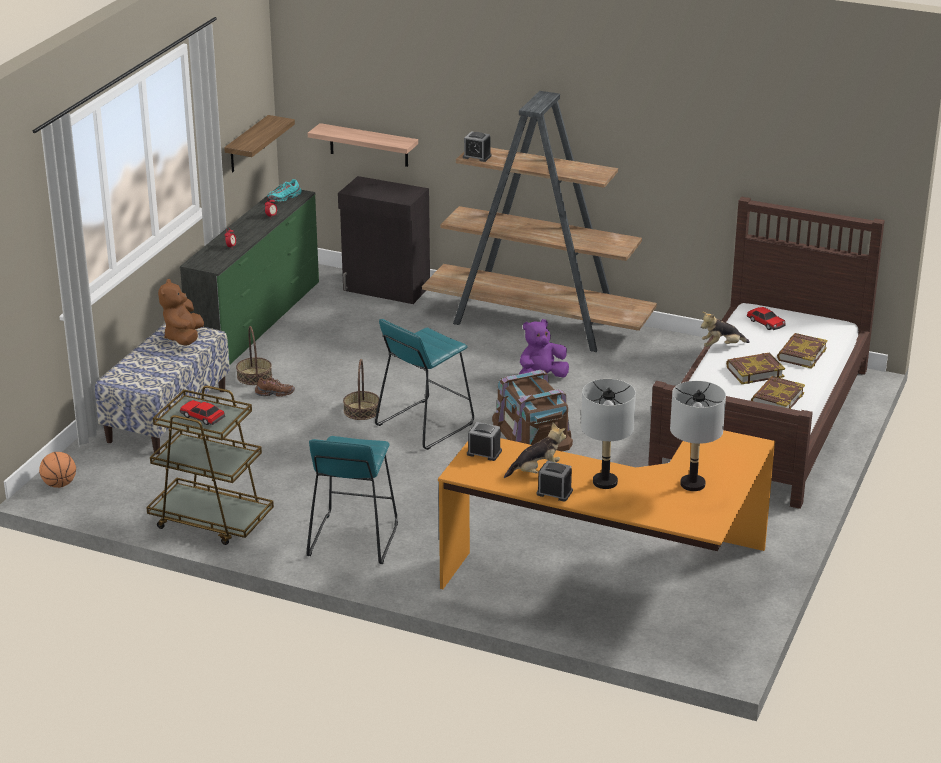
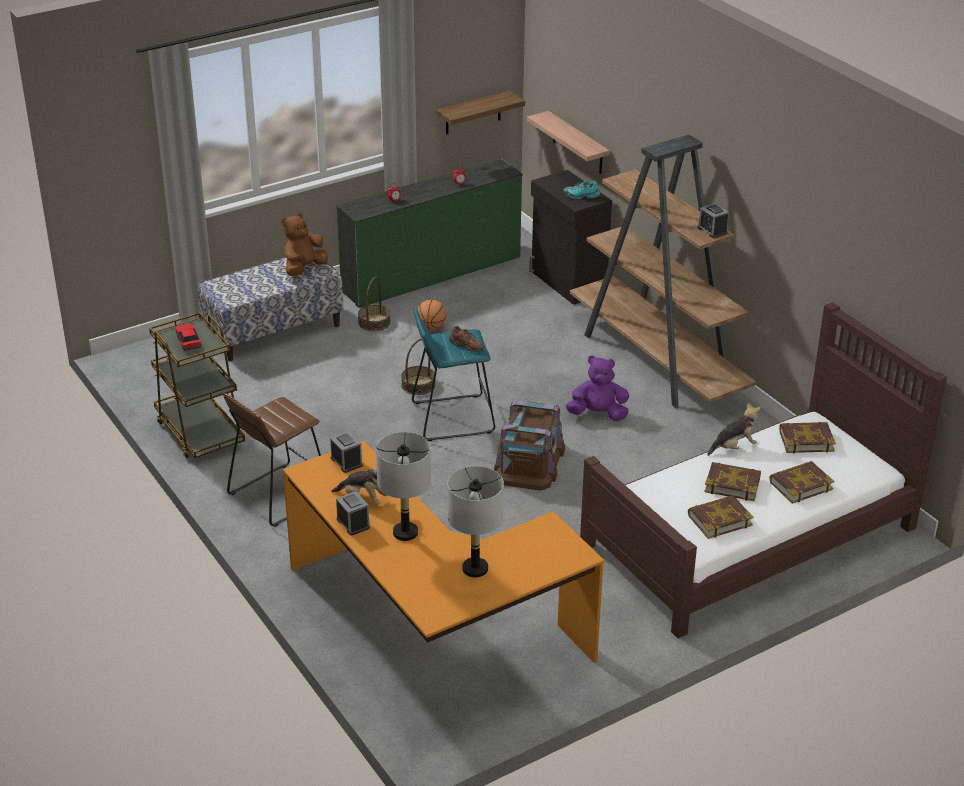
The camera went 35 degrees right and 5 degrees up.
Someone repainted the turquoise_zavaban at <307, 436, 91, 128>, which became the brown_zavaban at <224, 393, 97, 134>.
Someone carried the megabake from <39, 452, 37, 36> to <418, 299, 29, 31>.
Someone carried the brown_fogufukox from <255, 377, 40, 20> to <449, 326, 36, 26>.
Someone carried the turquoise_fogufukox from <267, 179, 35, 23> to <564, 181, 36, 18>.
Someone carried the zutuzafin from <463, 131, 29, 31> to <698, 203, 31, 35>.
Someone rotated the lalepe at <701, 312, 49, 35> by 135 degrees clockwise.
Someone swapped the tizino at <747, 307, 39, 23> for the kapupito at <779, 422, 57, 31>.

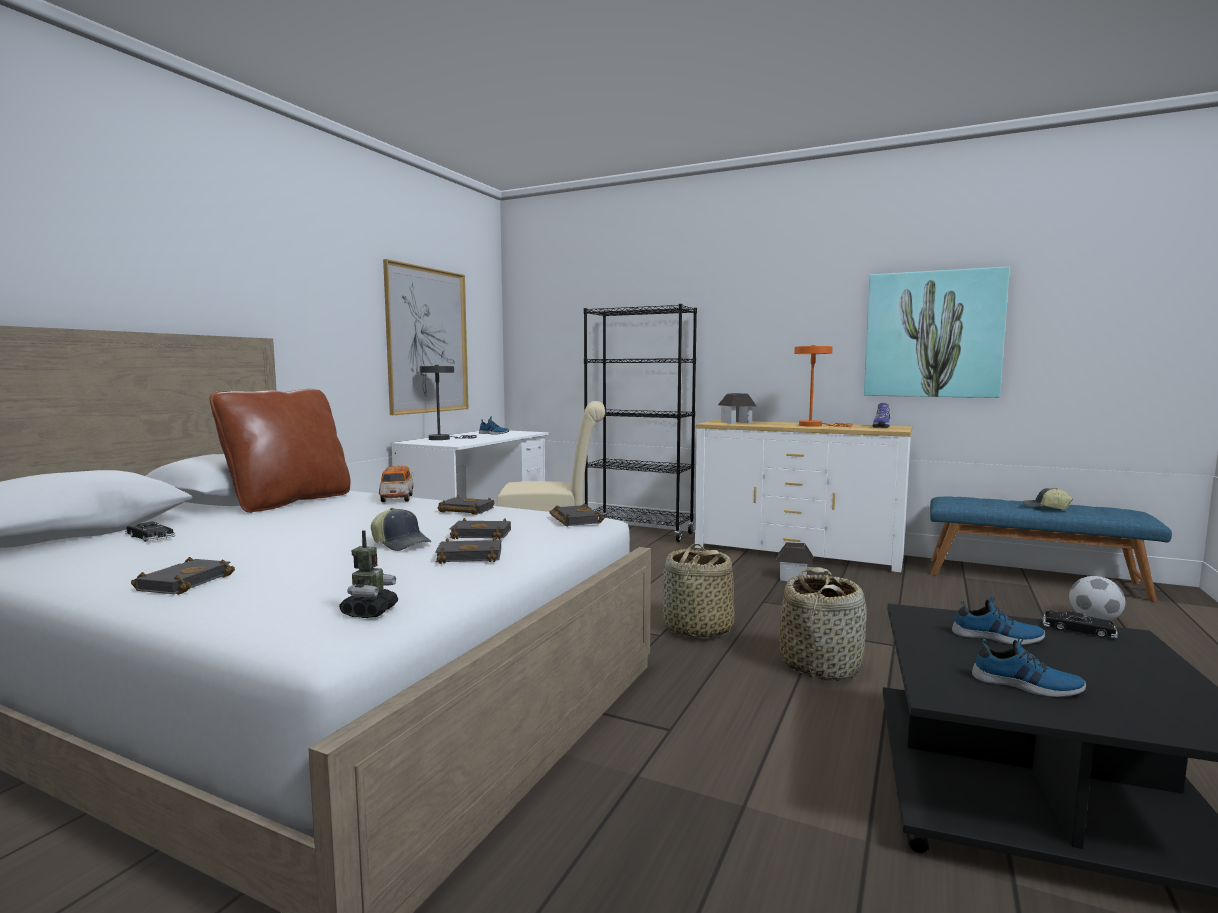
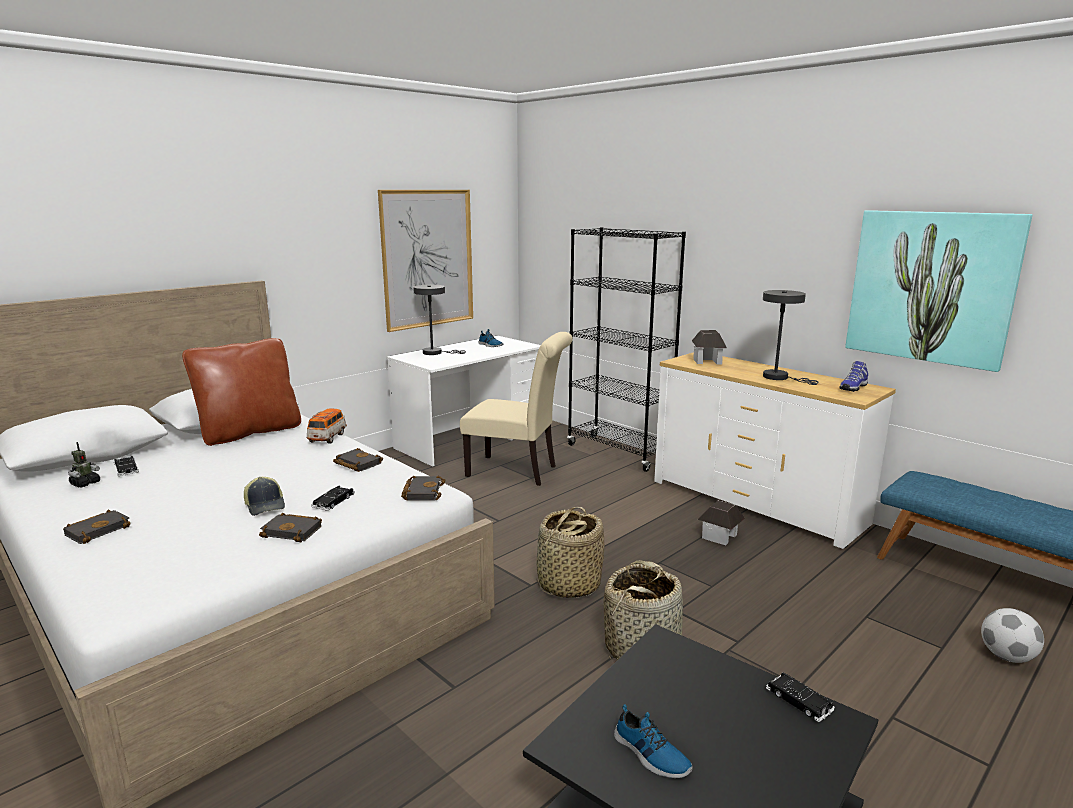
The camera went 20 degrees right and 10 degrees up.
Someone carried the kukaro from <339, 530, 59, 88> to <68, 442, 32, 46>.
Someone swapped the black_kapupito at <450, 518, 61, 22> for the black_tizino at <312, 486, 43, 25>.
Someone repainted the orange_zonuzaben at <794, 345, 59, 82>, which became the grey_zonuzaben at <763, 290, 55, 95>.
Someone took away the fogufukox at <952, 596, 93, 49>.
Someone took away the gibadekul at <1023, 488, 50, 22>.

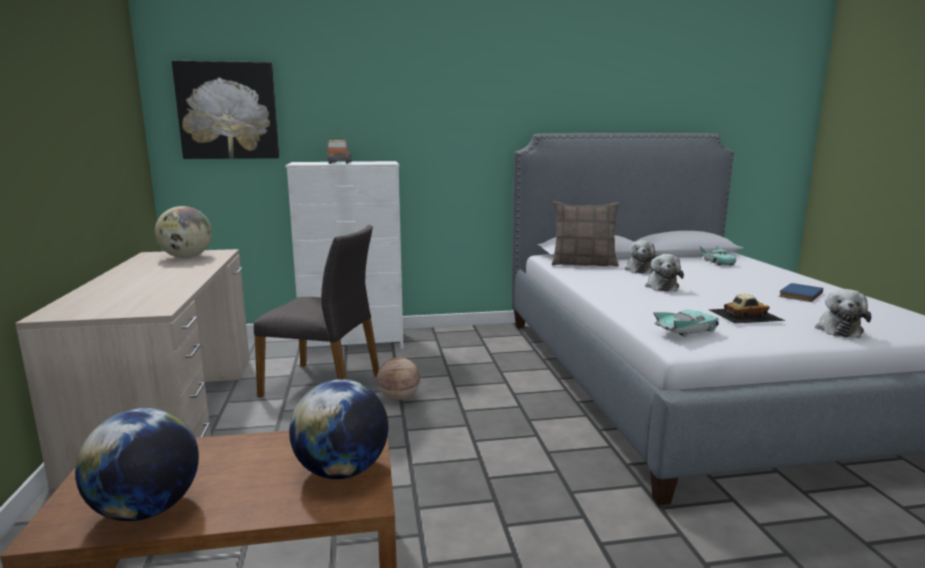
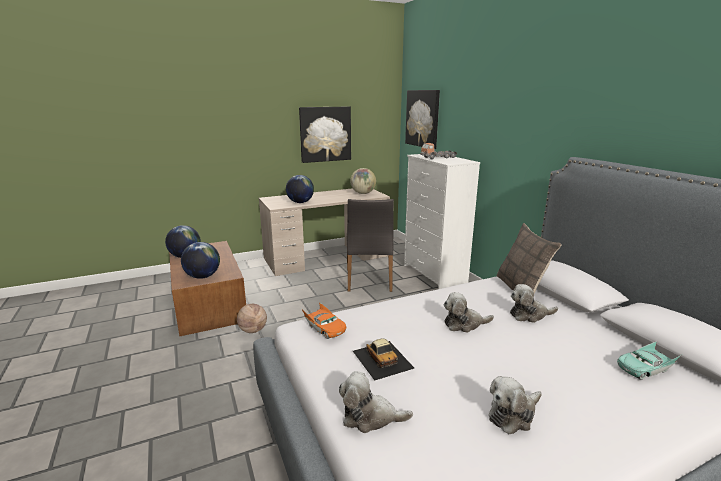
The camera went 75 degrees right and 5 degrees up.
Someone carried the megabake from <377, 357, 43, 44> to <237, 304, 30, 29>.
Someone put down the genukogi at <286, 175, 28, 28>.
Someone put up the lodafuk at <299, 107, 52, 56>.
Someone repainted the turquoise_tizino at <653, 309, 66, 28>, which became the orange_tizino at <302, 302, 44, 37>.
Someone swapped the blue_kapupito at <779, 283, 44, 19> for the lalepe at <489, 376, 53, 58>.

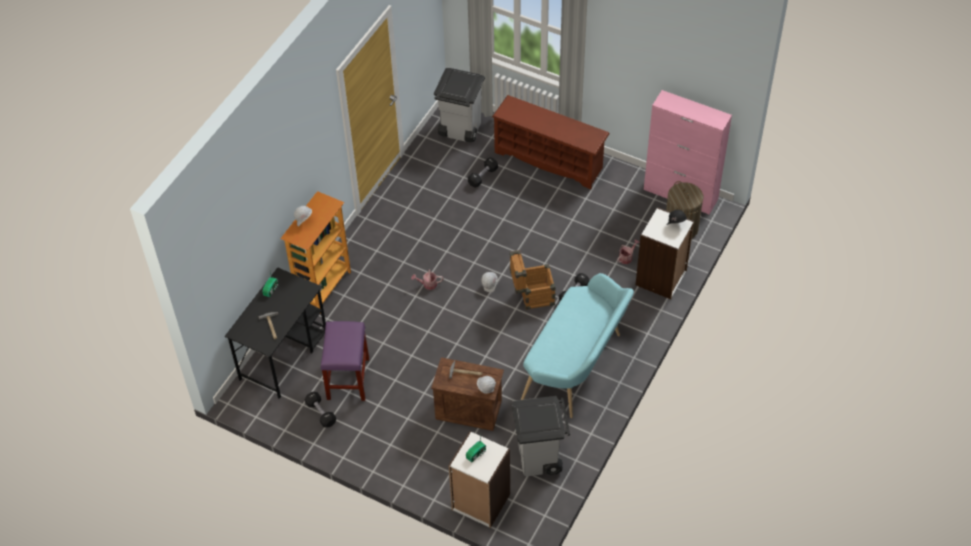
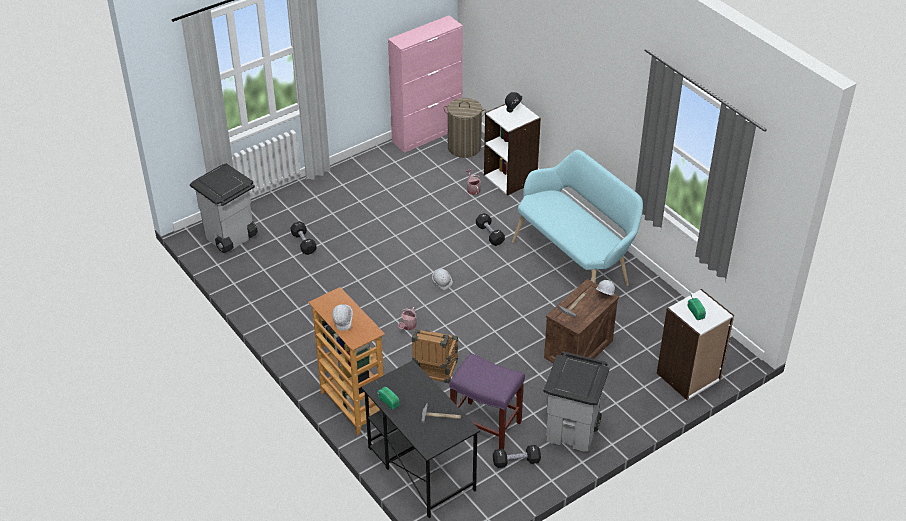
The camera went 65 degrees left and 10 degrees down.
Someone carried the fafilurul from <510, 250, 46, 60> to <412, 329, 46, 54>.
Someone carried the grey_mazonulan from <512, 396, 58, 81> to <543, 351, 67, 101>.
Someone took away the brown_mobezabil at <492, 95, 118, 94>.

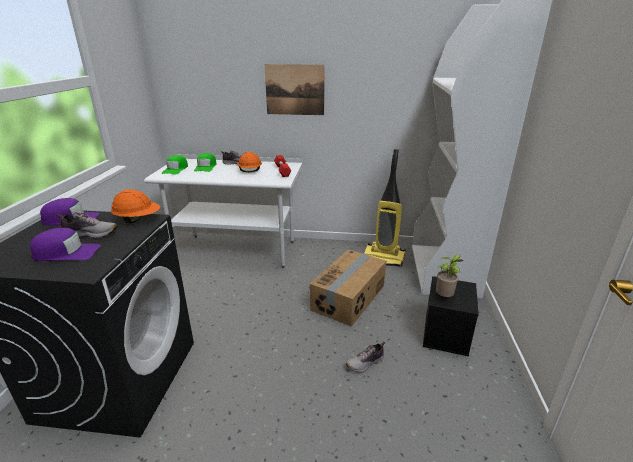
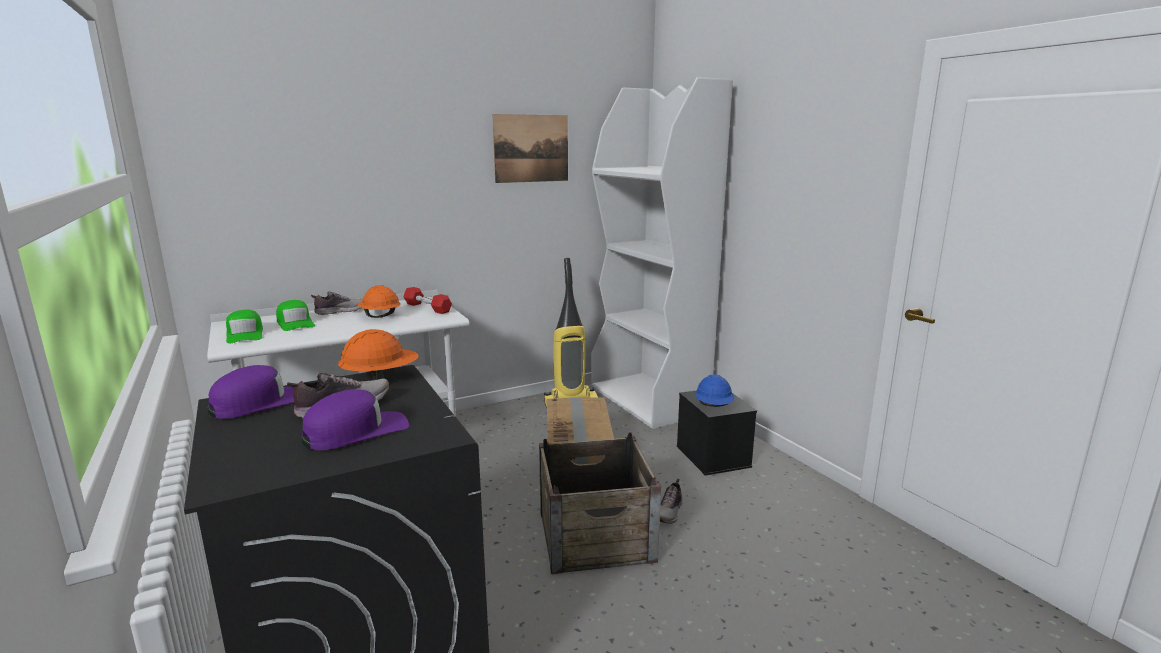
The camera went 35 degrees left and 10 degrees down.
Someone carried the lodafuk from <265, 64, 60, 51> to <492, 114, 76, 69>.
Someone put down the fafilurul at <539, 432, 122, 142>.
Someone swapped the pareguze at <436, 255, 28, 42> for the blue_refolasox at <695, 375, 39, 32>.

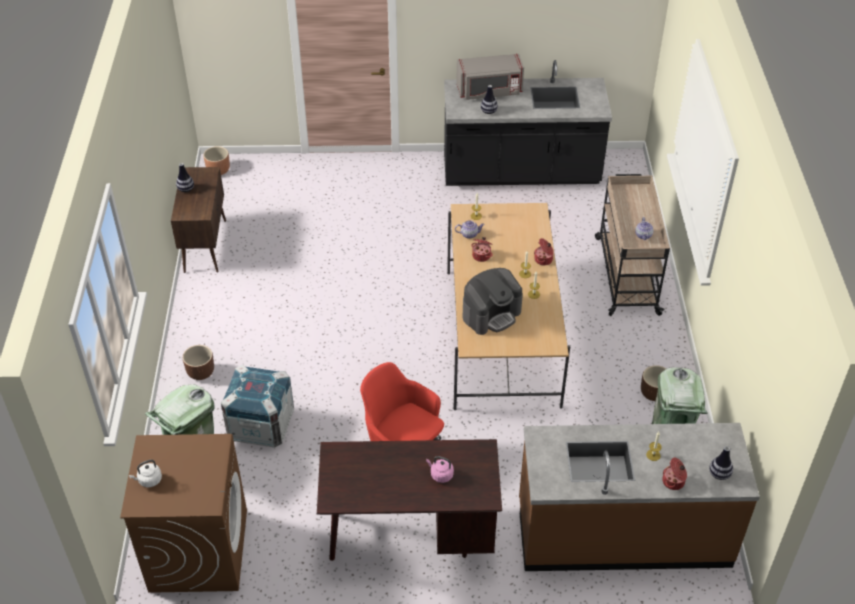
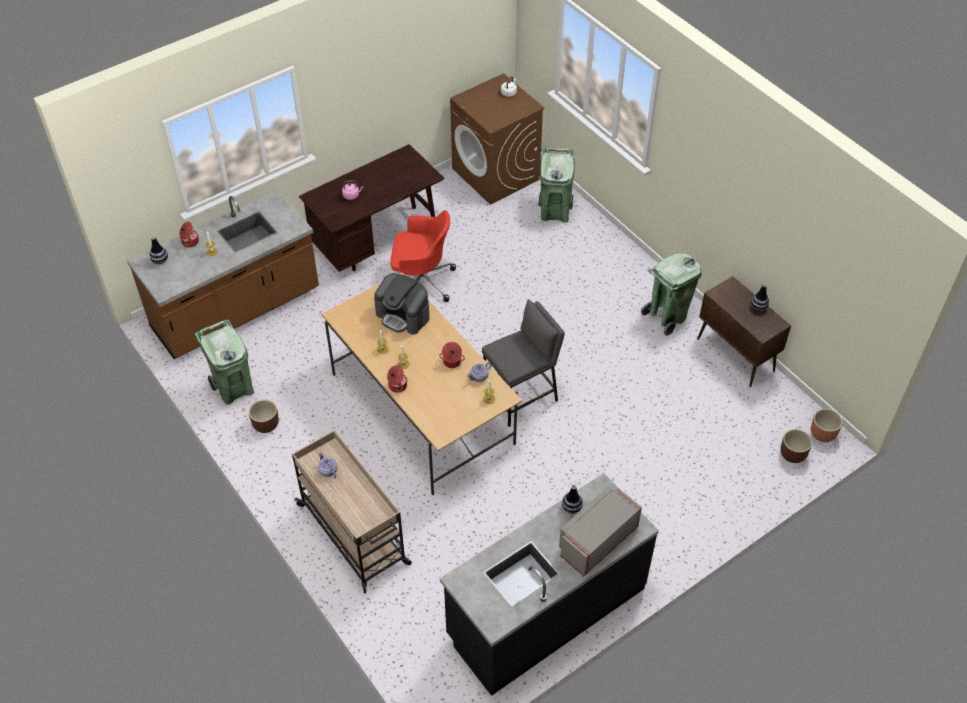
The camera went 145 degrees right and 5 degrees up.
Someone rotated the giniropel at <463, 268, 60, 67> by 75 degrees counterclockwise.
Someone put down the grey_zavaban at <482, 299, 83, 128>.
Someone put down the green_mazonulan at <641, 253, 61, 83>.
Someone carried the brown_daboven from <183, 345, 31, 35> to <780, 429, 32, 34>.
Someone took away the fafilurul at <221, 365, 73, 83>.

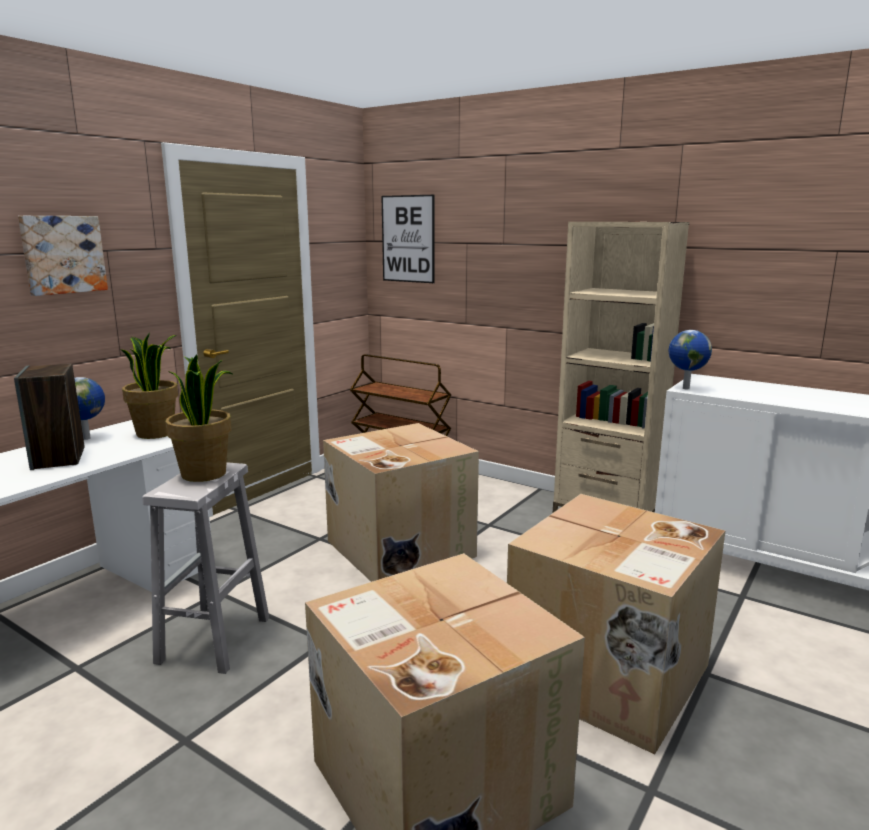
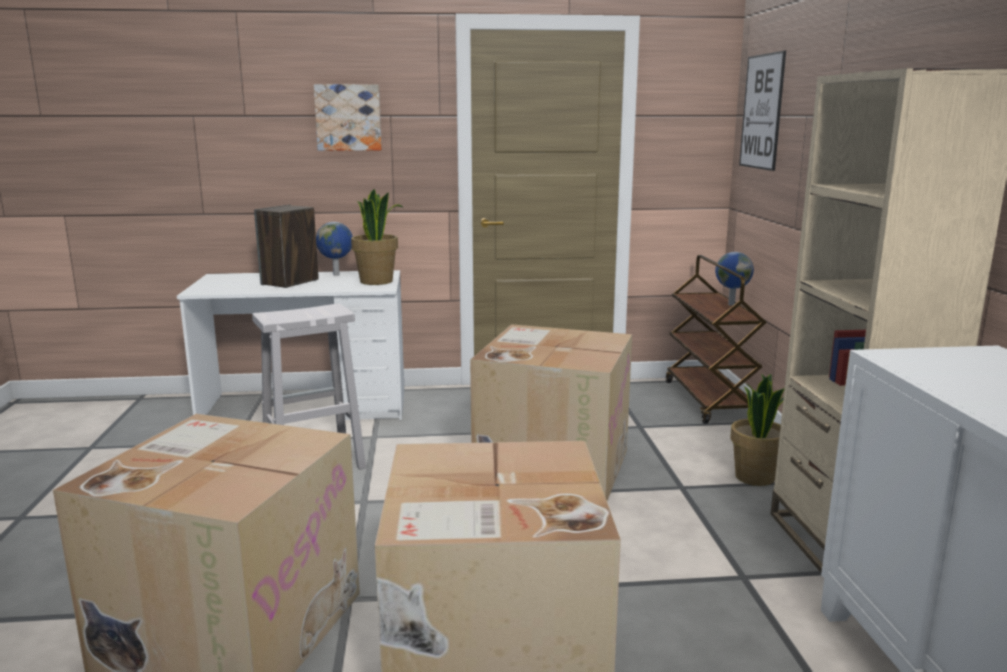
The camera went 50 degrees right and 0 degrees up.
Someone carried the genukogi from <669, 330, 43, 59> to <715, 252, 39, 54>.
Someone carried the pareguze from <165, 355, 68, 127> to <730, 374, 55, 112>.

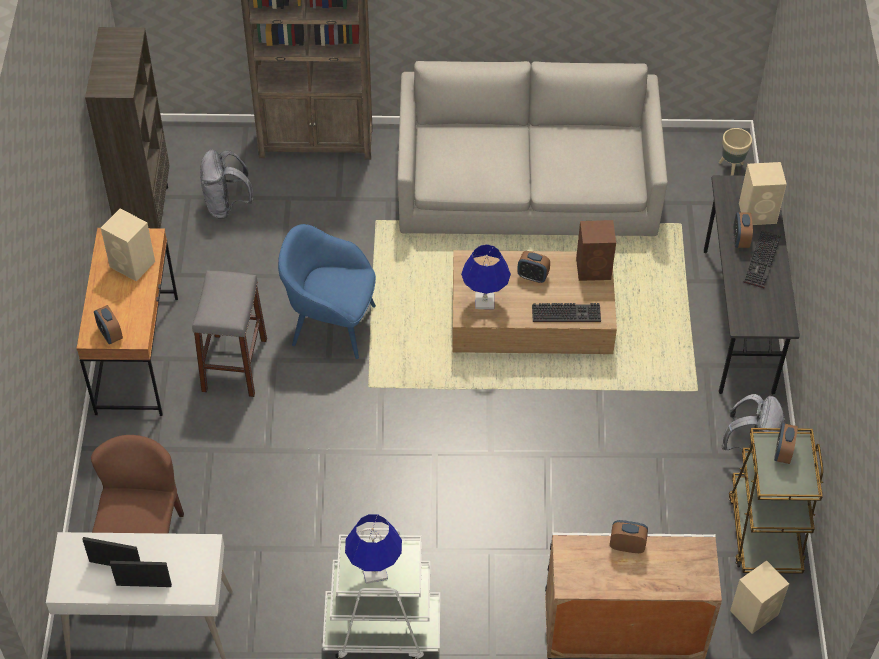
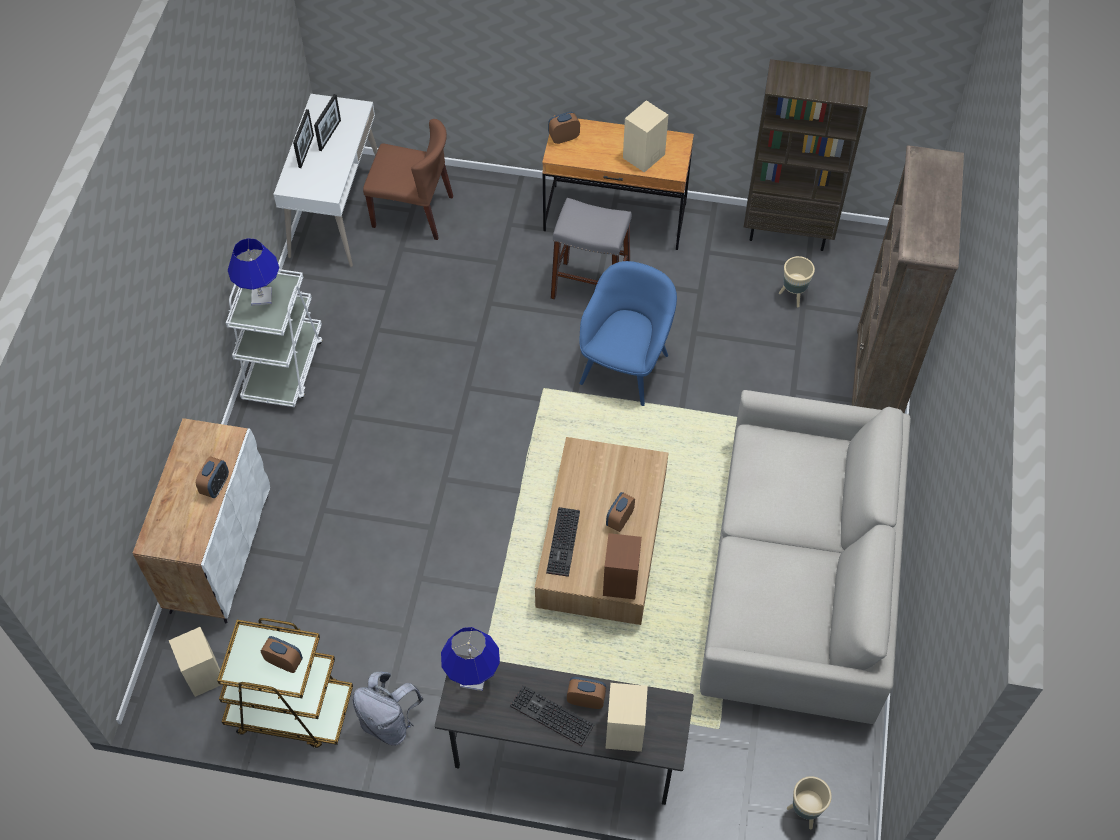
The camera went 100 degrees right and 5 degrees up.
Someone carried the blue_zonuzaben from <461, 244, 50, 65> to <441, 627, 59, 64>.
Someone swapped the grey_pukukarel at <200, 150, 54, 69> for the beige_daboven at <779, 256, 36, 51>.

